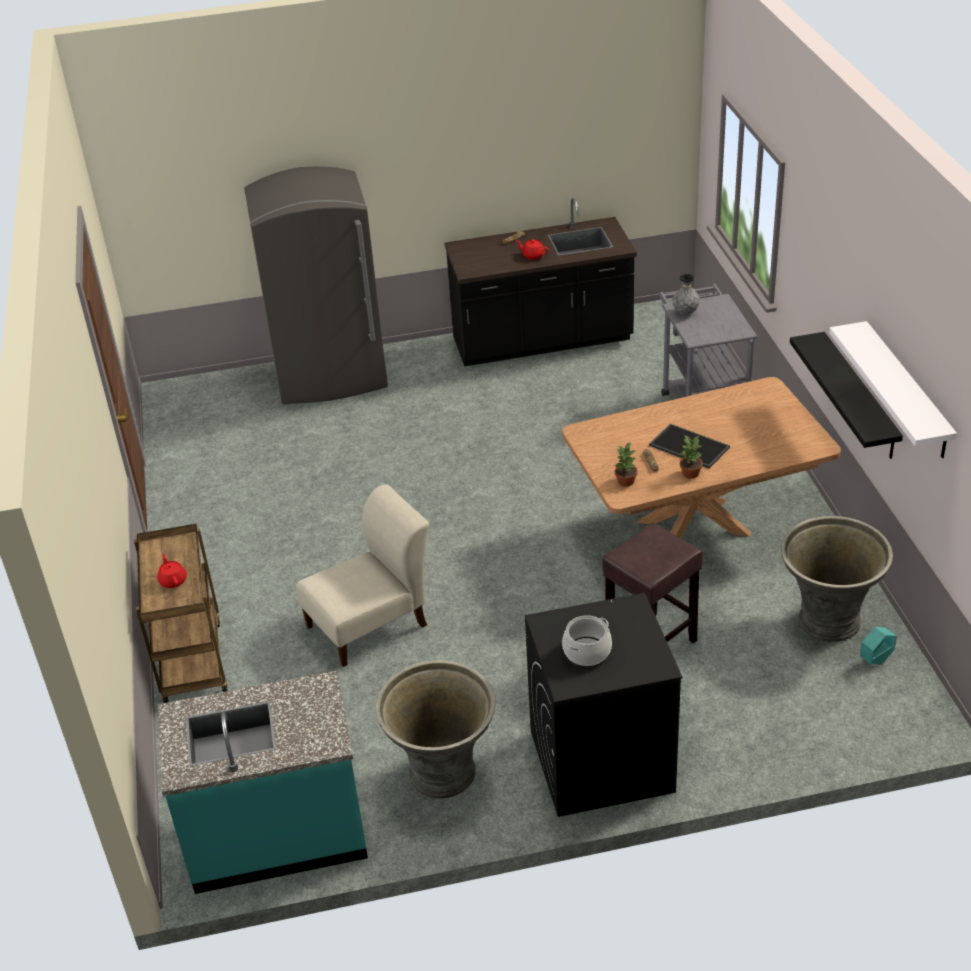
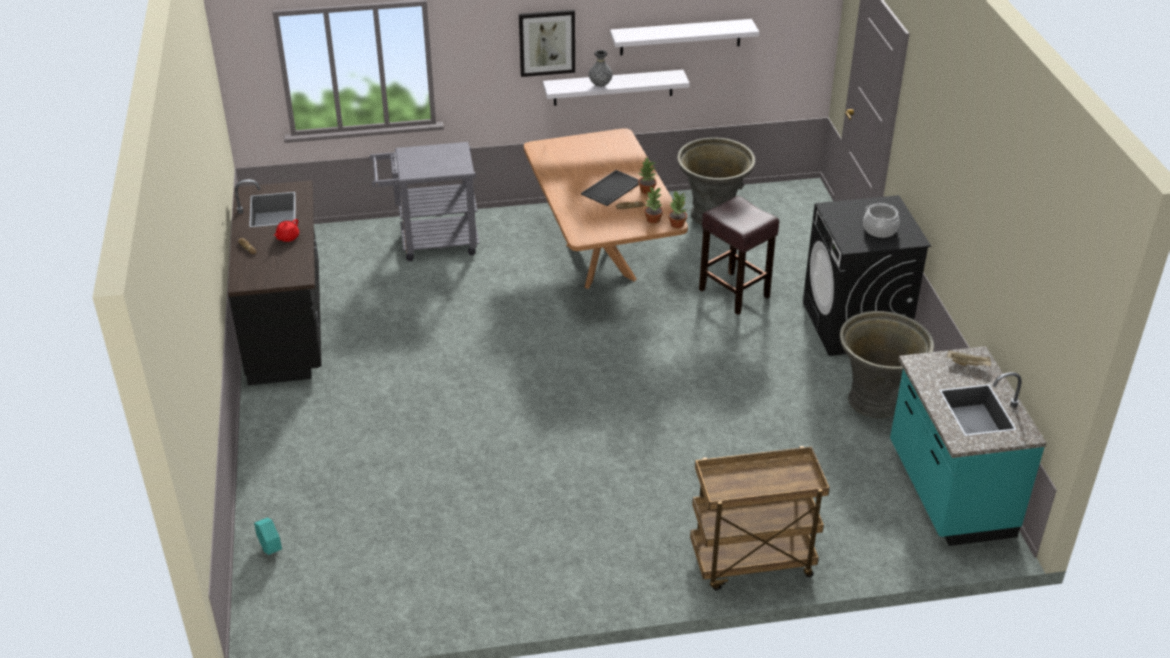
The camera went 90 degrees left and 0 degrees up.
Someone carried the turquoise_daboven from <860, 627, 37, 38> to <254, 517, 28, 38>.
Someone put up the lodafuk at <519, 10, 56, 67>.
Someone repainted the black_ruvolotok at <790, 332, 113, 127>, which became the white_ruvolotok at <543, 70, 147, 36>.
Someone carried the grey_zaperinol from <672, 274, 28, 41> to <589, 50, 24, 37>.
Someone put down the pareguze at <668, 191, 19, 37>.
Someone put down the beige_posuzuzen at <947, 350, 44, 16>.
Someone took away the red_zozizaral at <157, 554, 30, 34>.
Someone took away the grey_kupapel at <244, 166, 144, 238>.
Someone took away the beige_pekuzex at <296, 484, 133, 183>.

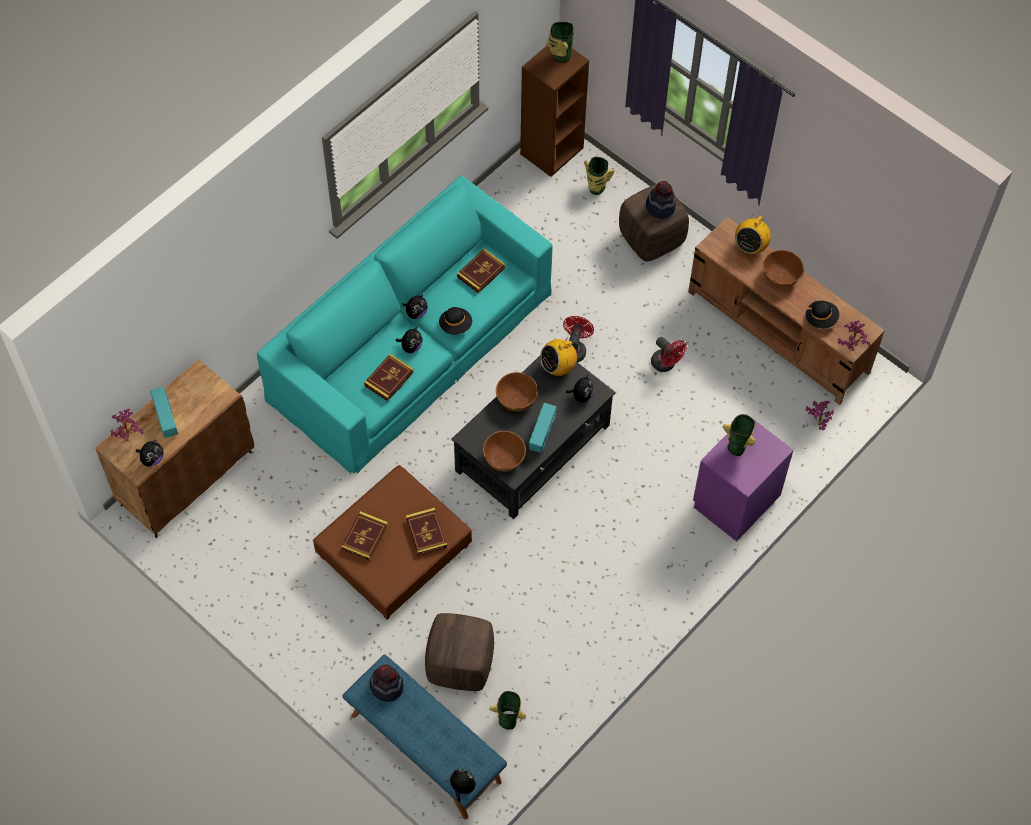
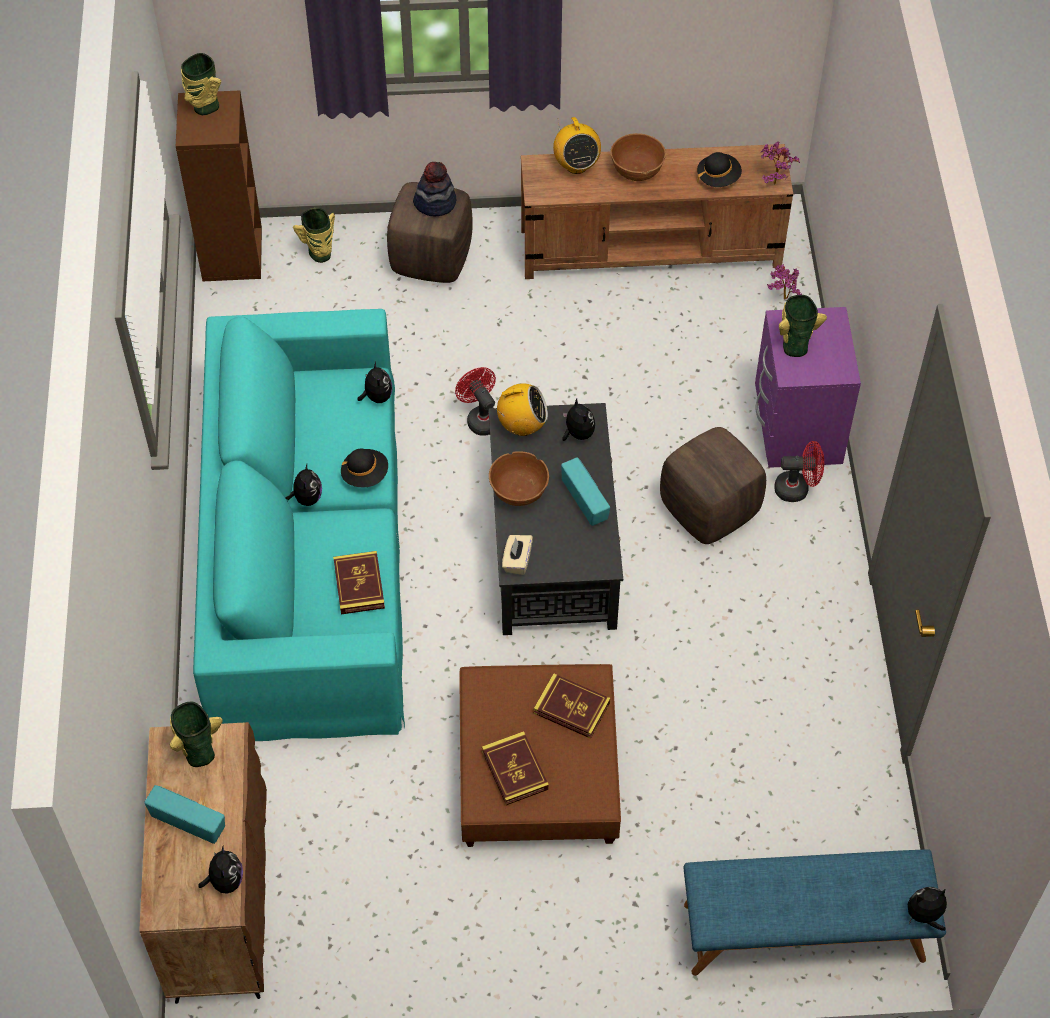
The camera went 45 degrees left and 5 degrees down.
Someone carried the zaperinol from <489, 691, 37, 39> to <170, 702, 53, 65>.
Someone carried the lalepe from <396, 327, 27, 26> to <357, 362, 35, 41>.
Someone rotated the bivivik at <540, 334, 37, 42> by 105 degrees counterclockwise.
Someone put down the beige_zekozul at <502, 535, 31, 40>.
Someone carried the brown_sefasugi from <425, 613, 69, 78> to <660, 427, 106, 117>.
Someone carried the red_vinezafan from <651, 337, 36, 35> to <774, 441, 50, 61>.
Someone took away the pareguze at <111, 408, 33, 33>.
Someone took away the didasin at <370, 664, 34, 38>.
Someone took away the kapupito at <457, 249, 49, 44>.
Someone took away the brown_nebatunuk at <483, 431, 43, 41>.

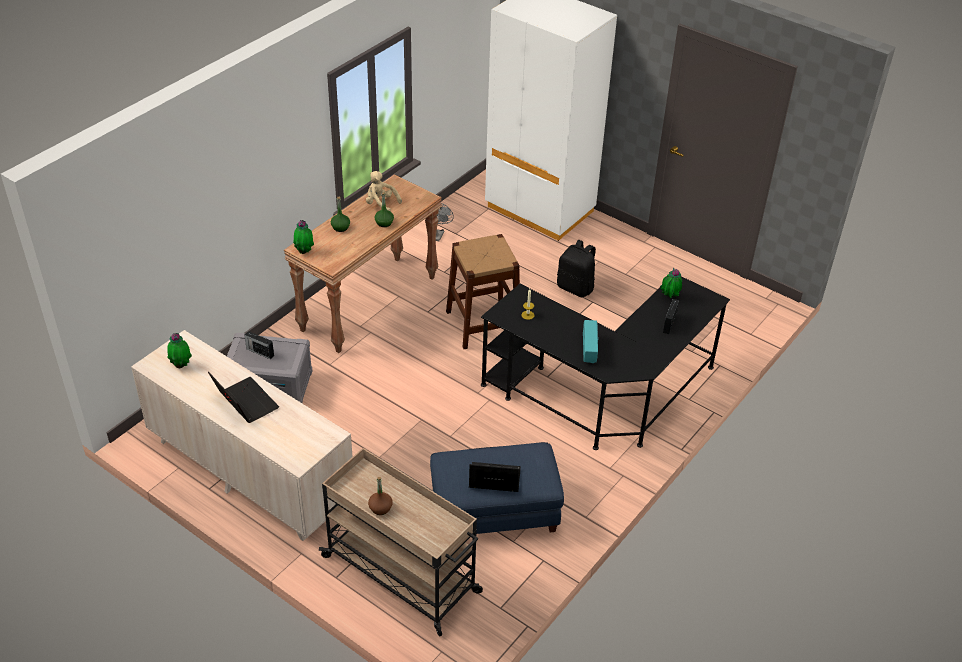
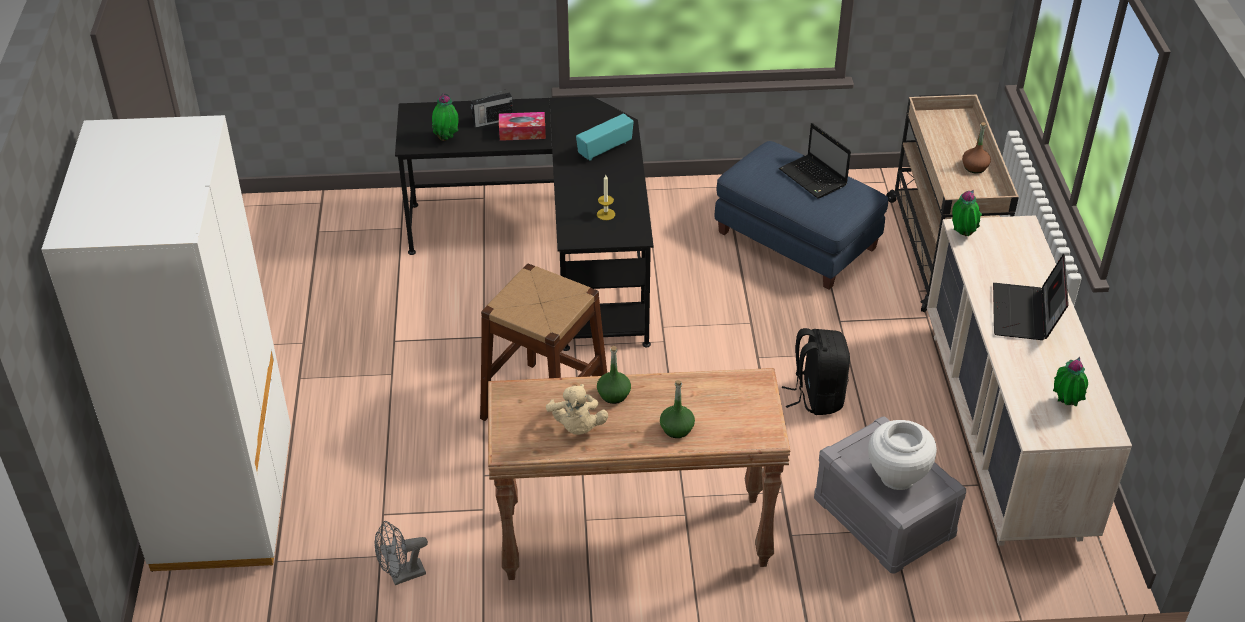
The camera went 130 degrees left and 0 degrees up.
Someone put down the zekozul at <499, 112, 47, 29>.
Someone carried the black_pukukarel from <557, 240, 39, 57> to <782, 328, 68, 87>.
Someone swapped the bivivik at <244, 331, 30, 28> for the white_zaperinol at <868, 420, 69, 70>.
Someone carried the pareguze from <293, 220, 21, 34> to <952, 190, 30, 46>.

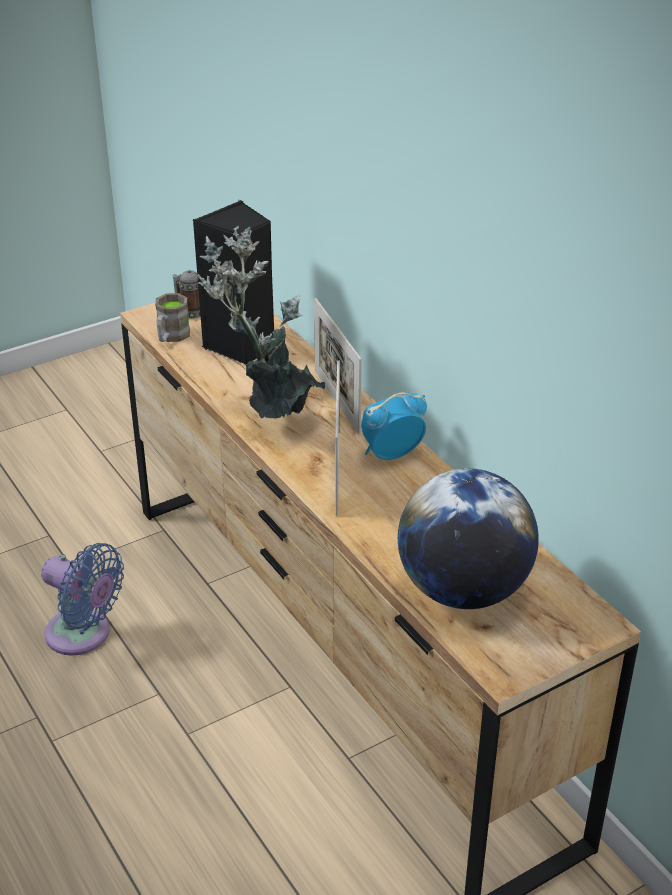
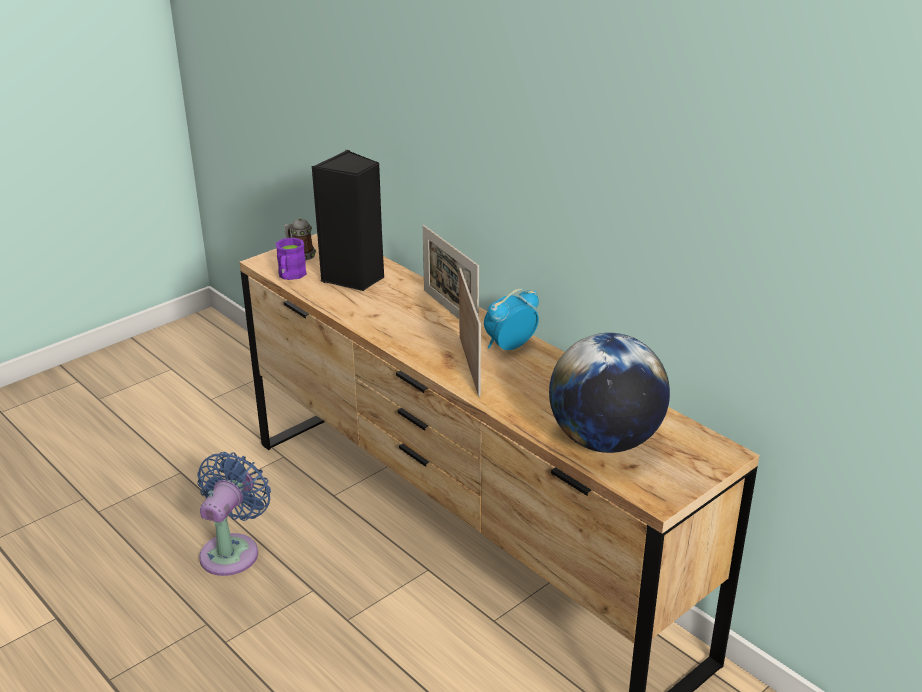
The camera went 10 degrees left and 5 degrees down.
Someone rotated the blue_vinezafan at <41, 543, 83, 113> by 90 degrees counterclockwise.
Someone repainted the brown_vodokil at <155, 293, 35, 49>, which became the purple_vodokil at <276, 237, 31, 43>.
Someone took away the pareguze at <197, 226, 128, 193>.

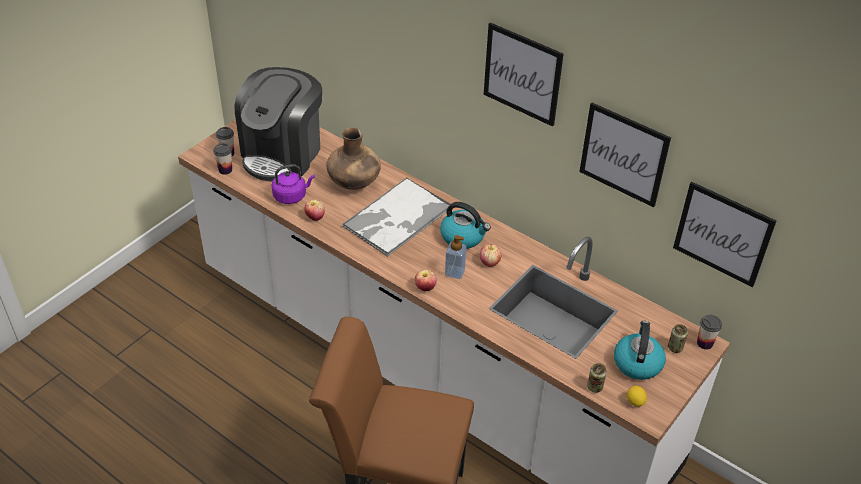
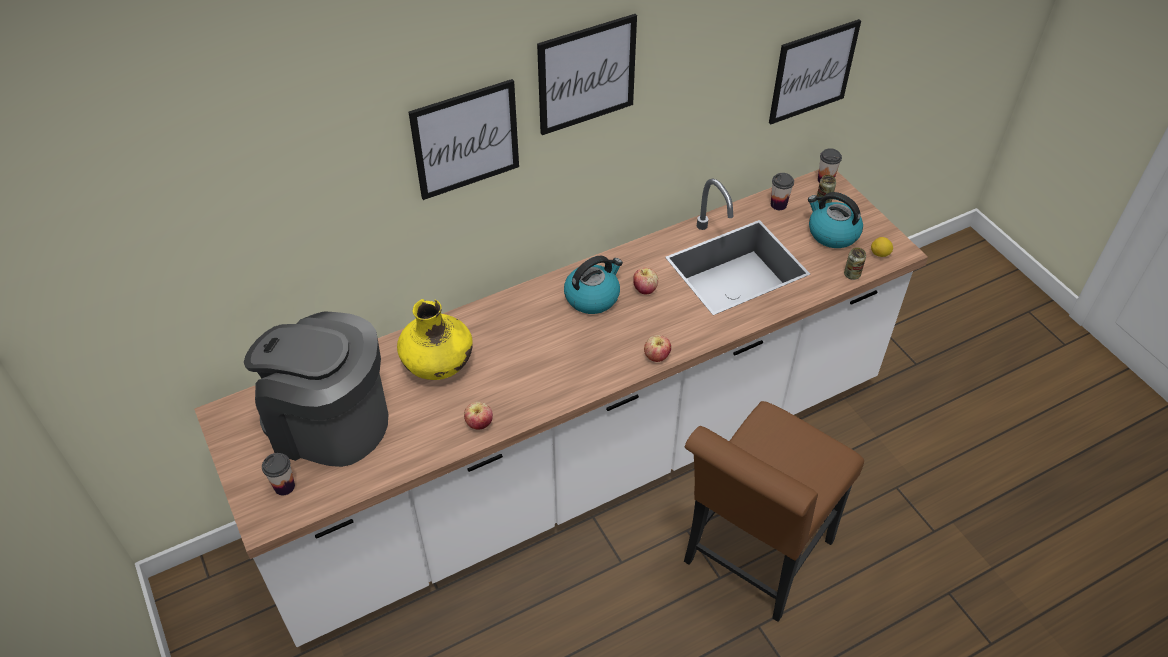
The camera went 65 degrees left and 5 degrees up.
Someone rotated the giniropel at <235, 67, 87, 115> by 150 degrees clockwise.
Someone repainted the brown_zaperinol at <326, 128, 55, 62>, which became the yellow_zaperinol at <397, 299, 76, 81>.
Someone carried the lodafuk from <579, 103, 92, 104> to <409, 79, 110, 121>.
Someone carried the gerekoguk from <213, 143, 19, 32> to <771, 173, 23, 37>.
Someone took away the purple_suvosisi at <271, 164, 44, 40>.
Someone took away the posuzuzen at <342, 178, 109, 79>.
Someone took away the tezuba at <445, 235, 22, 44>.

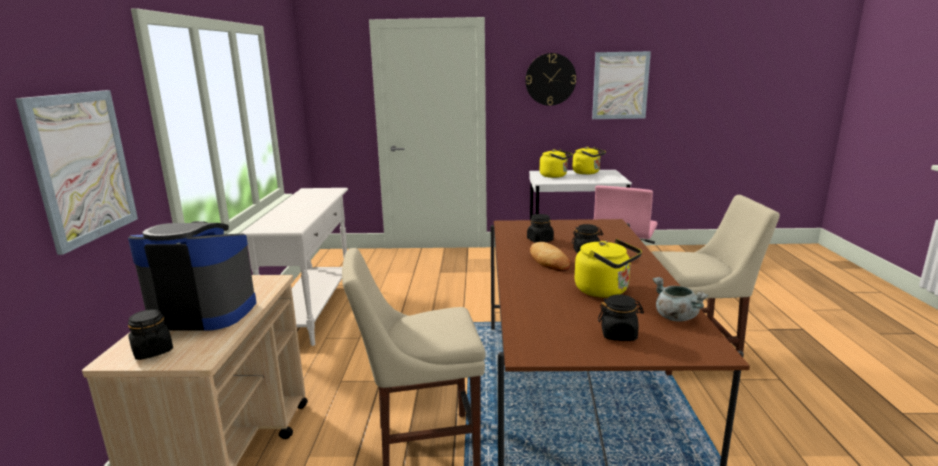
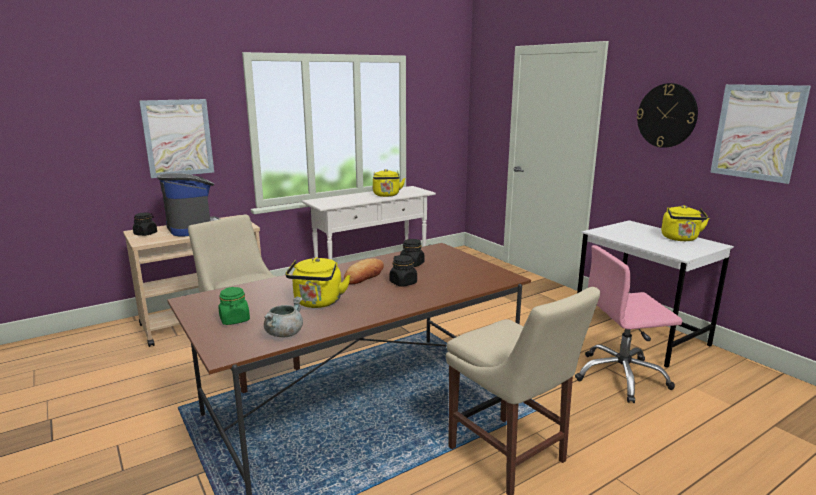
The camera went 55 degrees right and 0 degrees up.
Someone repainted the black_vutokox at <598, 294, 46, 47>, which became the green_vutokox at <218, 287, 32, 38>.
Someone carried the yellow_suvosisi from <540, 149, 32, 29> to <373, 169, 32, 28>.

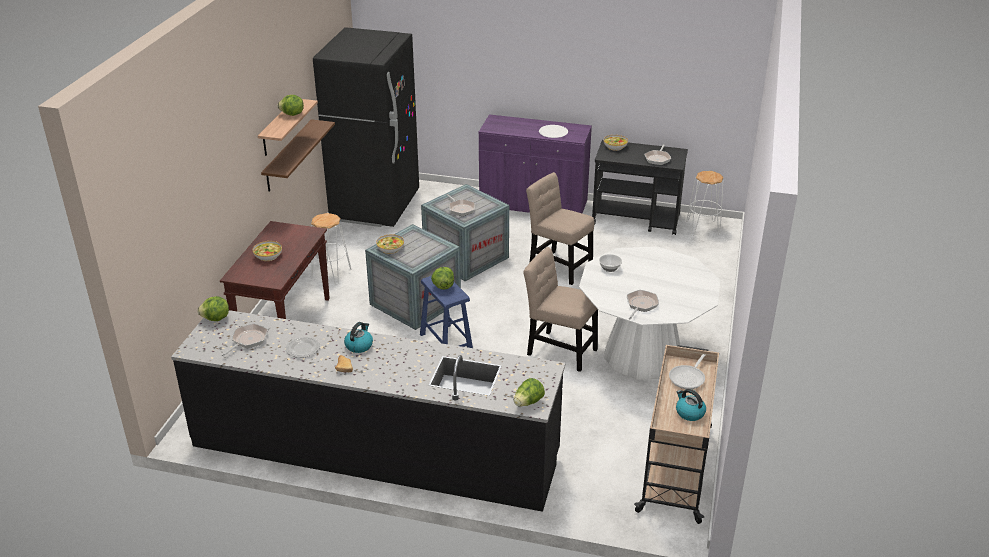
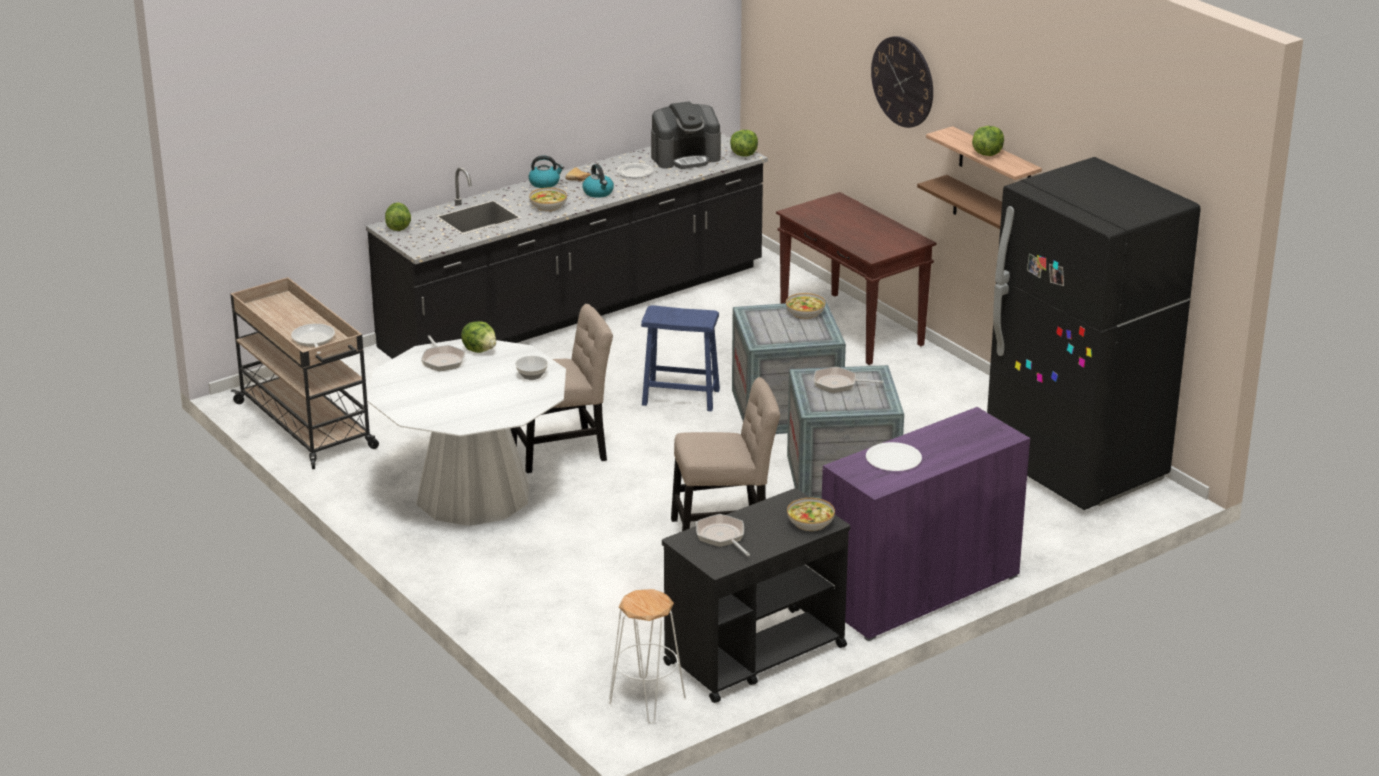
The camera went 130 degrees right and 5 degrees down.
Someone carried the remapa from <431, 267, 23, 23> to <461, 321, 35, 32>.
Someone carried the suvosisi from <676, 389, 30, 32> to <529, 155, 35, 33>.
Someone carried the nebatunuk from <253, 241, 29, 20> to <529, 188, 38, 23>.
Someone swapped the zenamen at <222, 323, 46, 33> for the giniropel at <651, 101, 70, 68>.
Someone put up the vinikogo at <871, 36, 62, 92>.
Someone took away the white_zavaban at <311, 213, 41, 72>.

